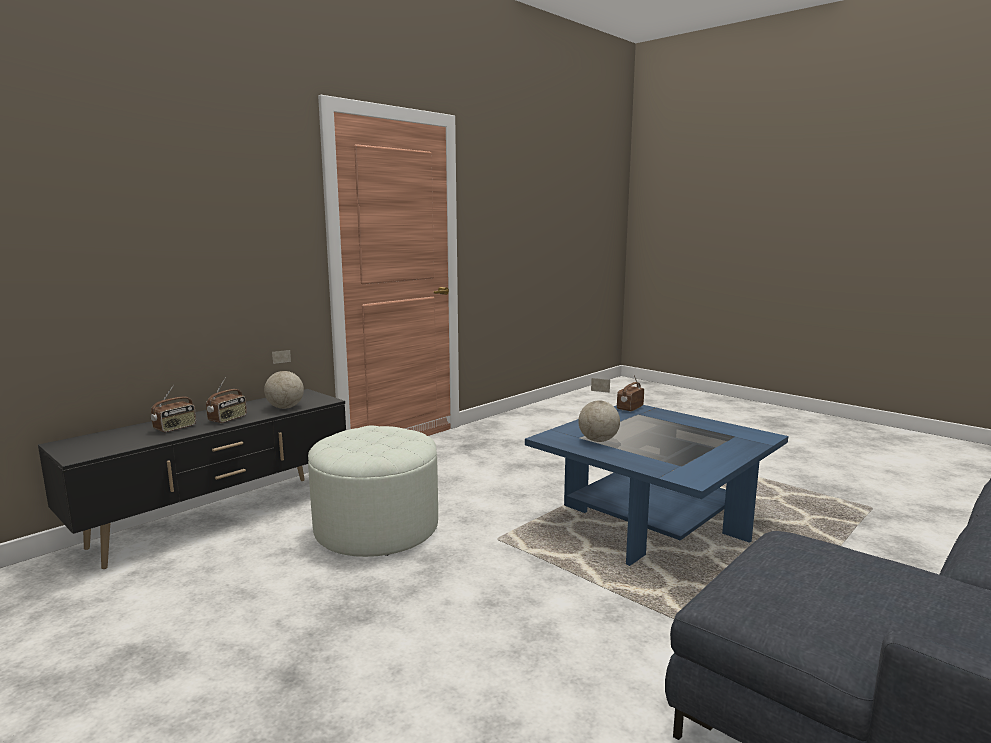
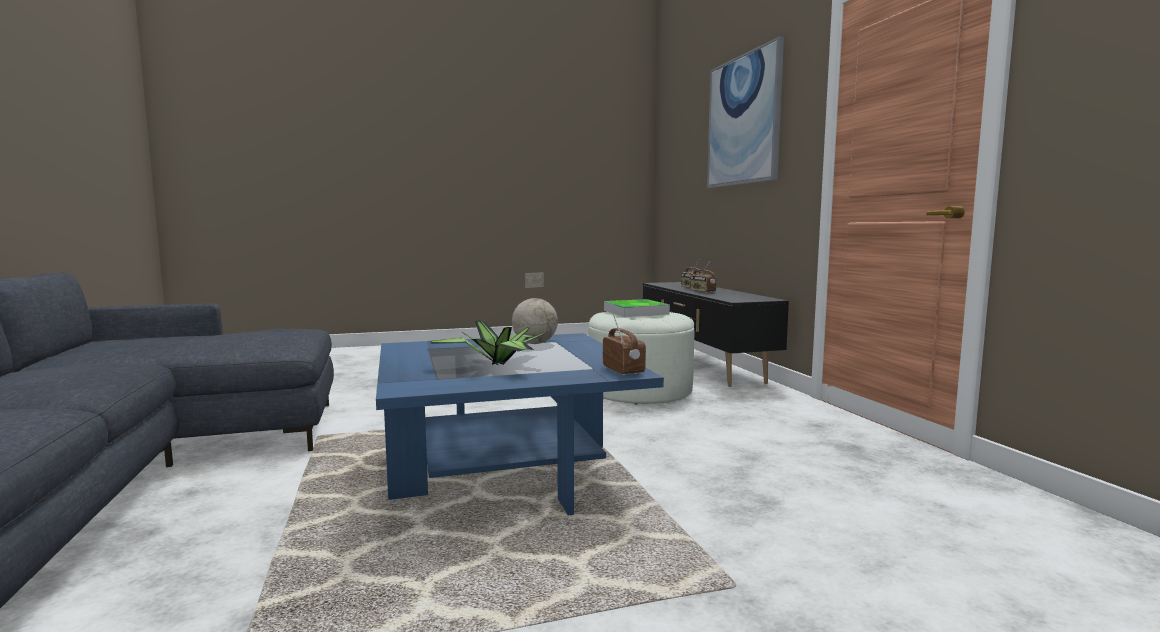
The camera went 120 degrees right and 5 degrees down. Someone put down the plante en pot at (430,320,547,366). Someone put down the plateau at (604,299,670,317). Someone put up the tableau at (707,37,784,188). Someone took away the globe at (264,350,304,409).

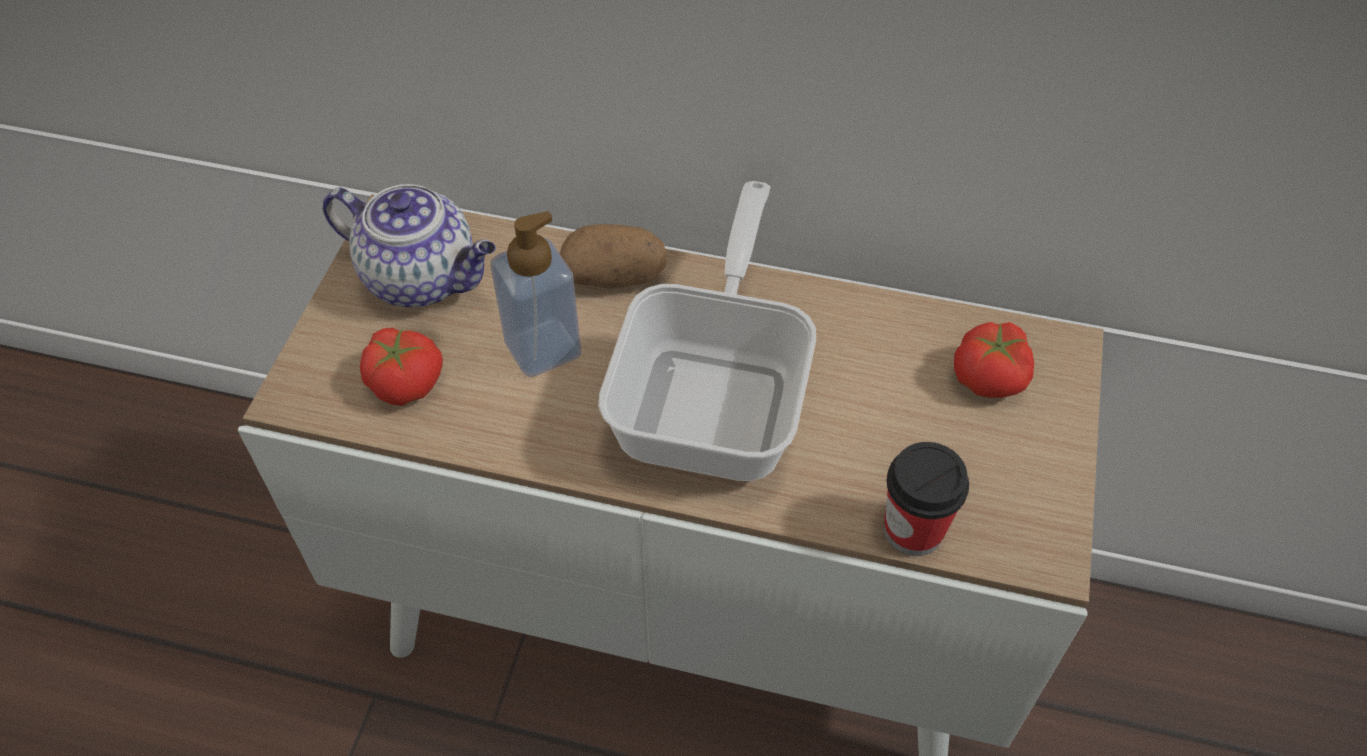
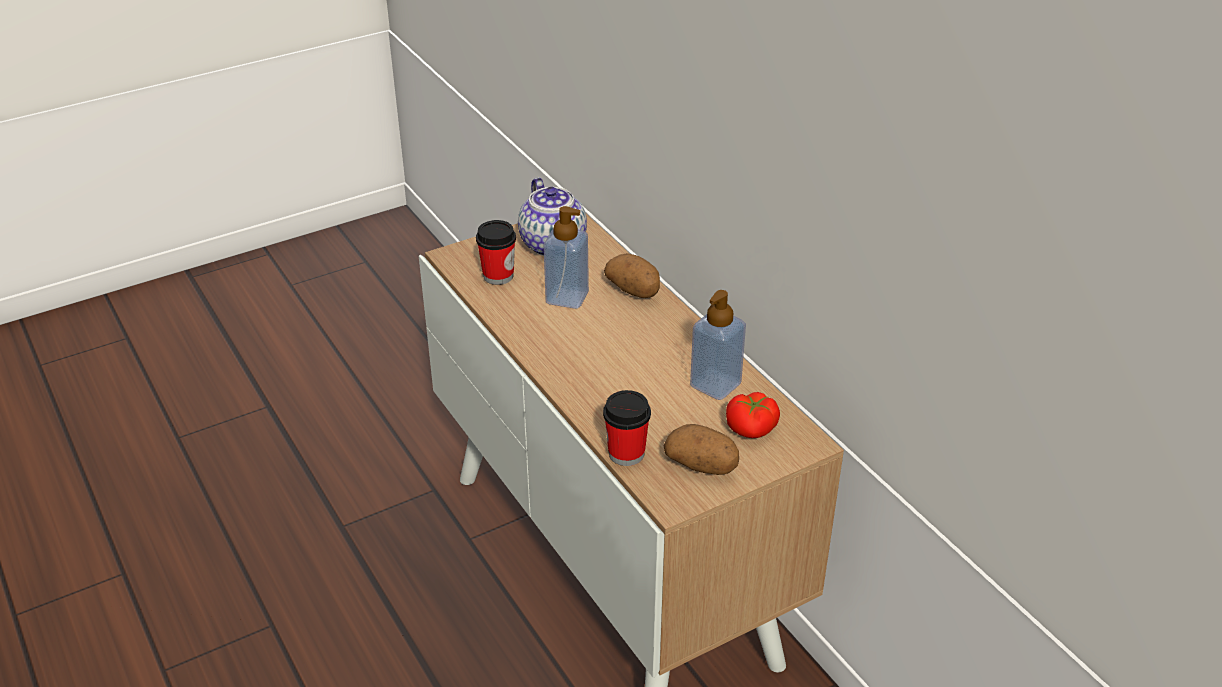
The camera went 45 degrees right and 15 degrees down. Someone swapped the tomate at (360,327,443,406) for the tasse at (476,220,516,285). Someone put down the pomme de terre at (664,424,739,475). Someone put down the distributeur de savon at (690,290,746,400). Someone took away the poêle at (598,181,816,481).

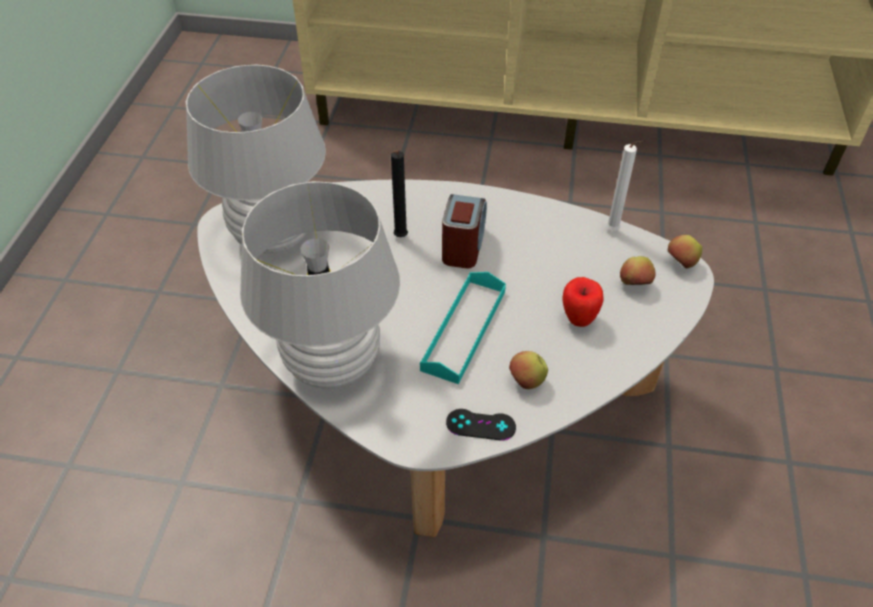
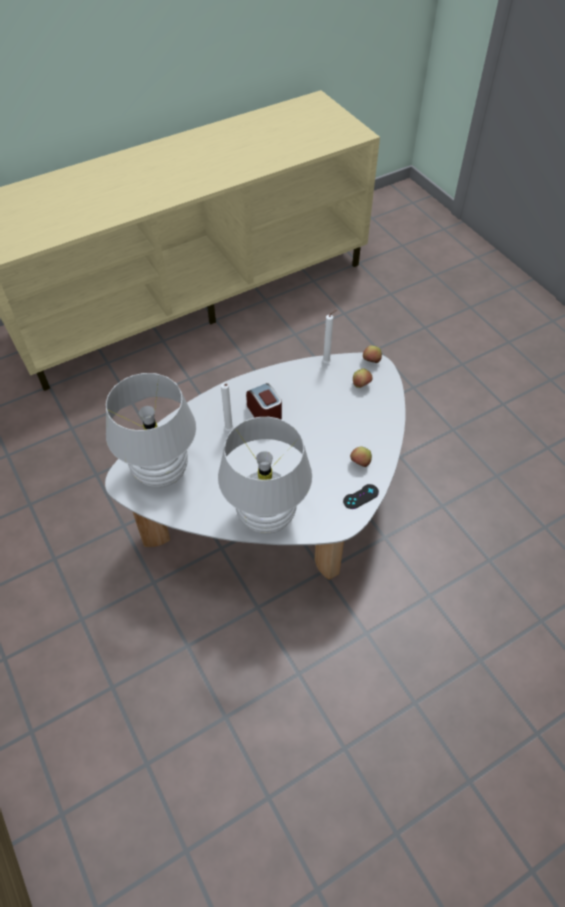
The camera went 40 degrees left and 5 degrees up. Someone repainted the bougie [noir] at (391,151,408,237), which became the bougie [blanc] at (221,383,233,431). Someone took away the plateau [turquoise] at (420,272,506,384). Someone took away the pomme at (562,277,604,327).

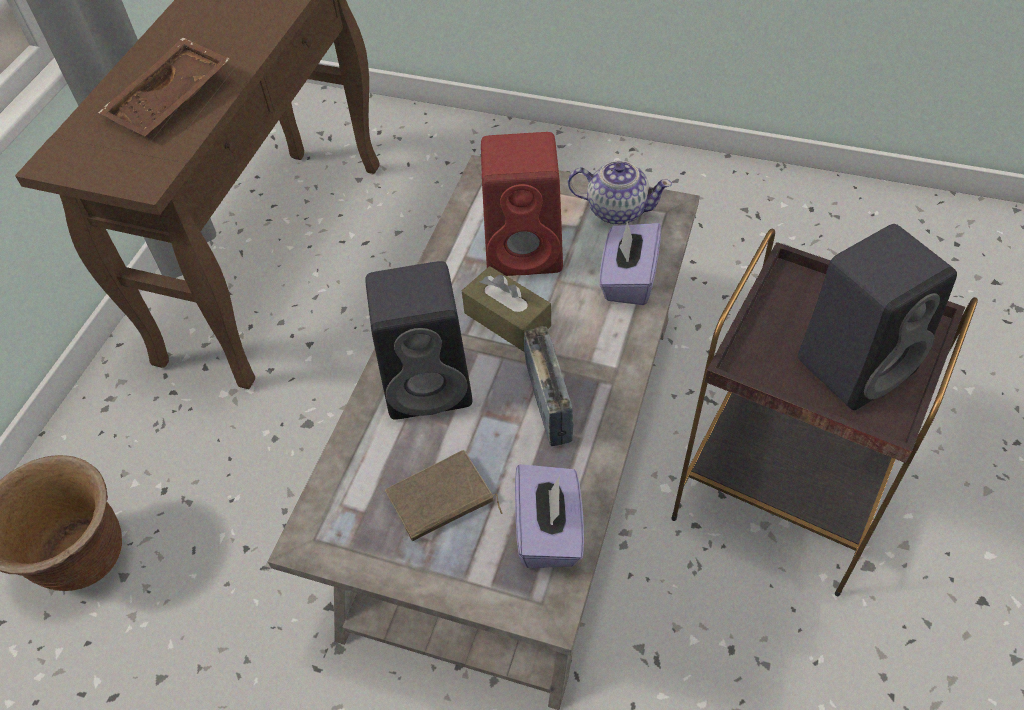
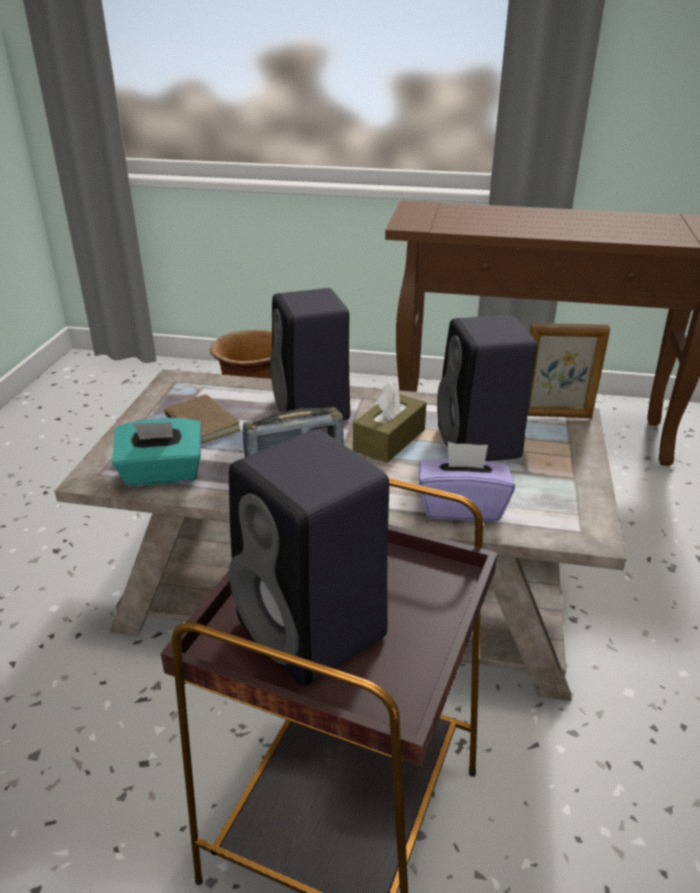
The camera went 80 degrees right and 20 degrees down. Someone repainted the boîte à mouchoirs [violet] at (515,464,584,568), which became the boîte à mouchoirs [turquoise] at (112,418,202,486). Someone repainted the enceinte [rouge] at (481,132,563,276), which became the enceinte [noir] at (437,315,537,461). Someone put down the cadre photo at (527,322,610,418). Someone took away the plateau [marron] at (98,37,230,136). Someone took away the théière at (568,161,672,225).

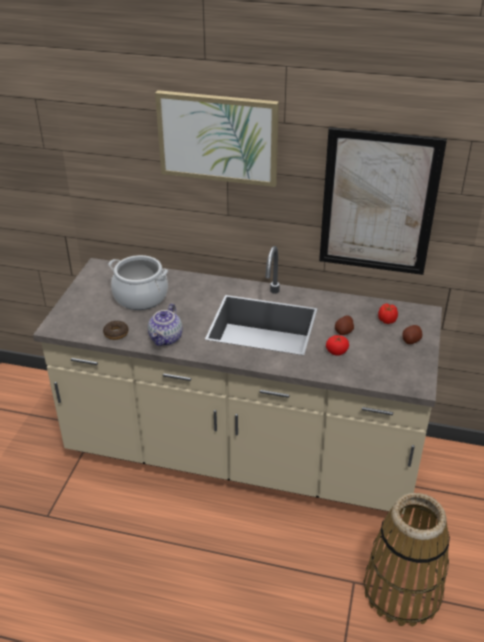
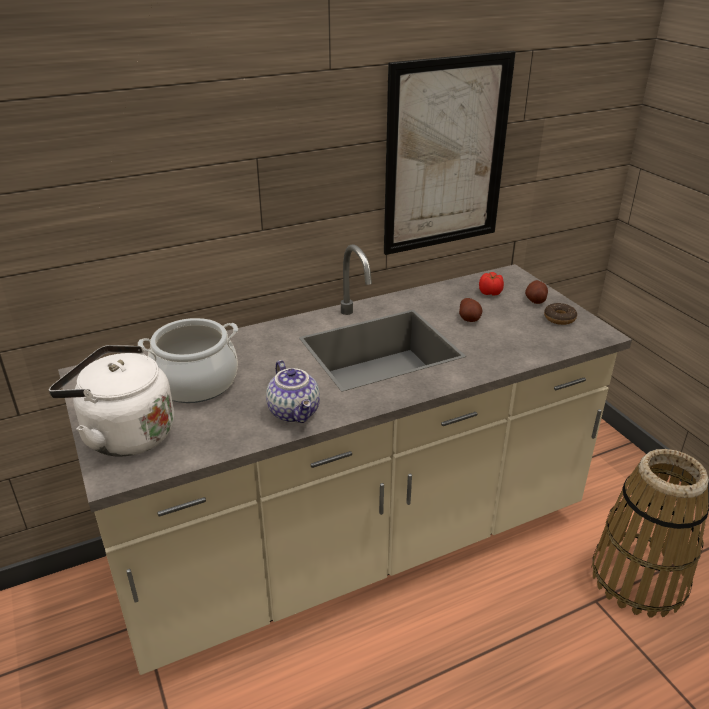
The camera went 40 degrees left and 5 degrees down. Someone put down the bouilloire [blanc] at (49,345,174,457). Someone carried the beignet from (103,321,129,340) to (544,303,577,325). Someone took away the tableau at (155,90,279,187). Someone took away the tomate at (326,335,349,356).

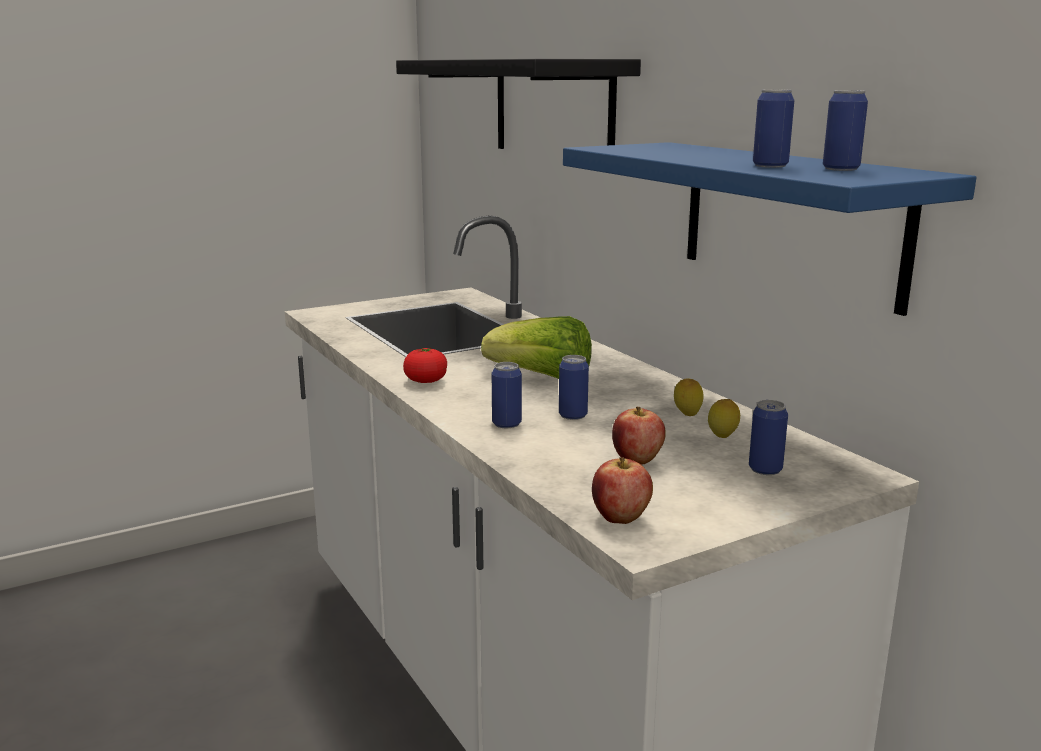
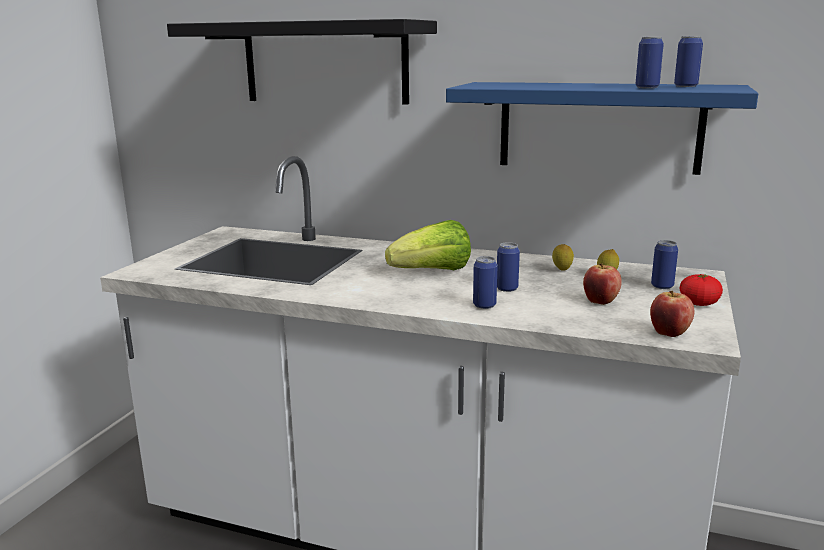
The camera went 40 degrees left and 0 degrees up. Someone carried the tomate from (403,348,447,383) to (680,274,723,306).

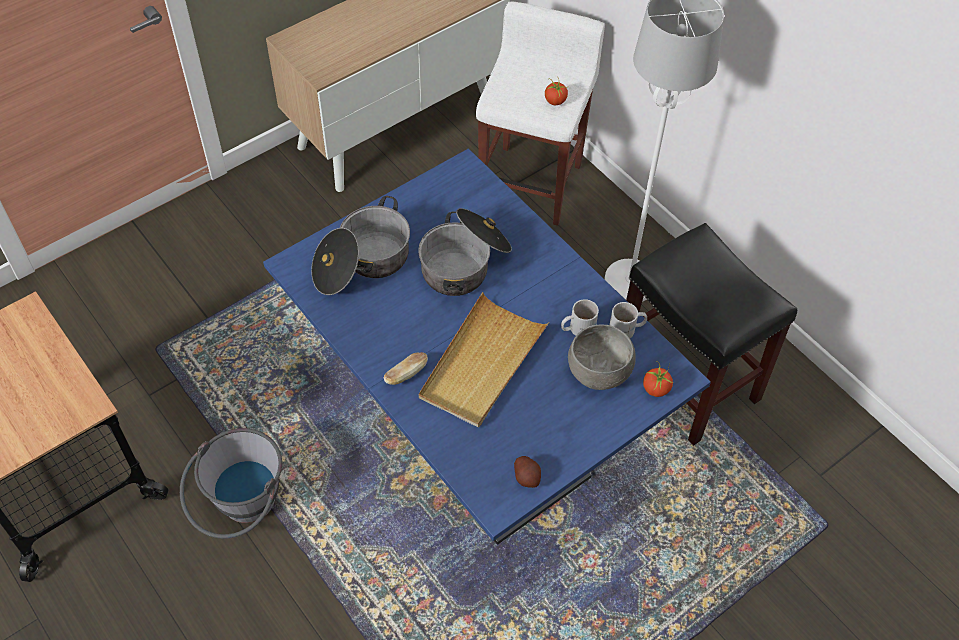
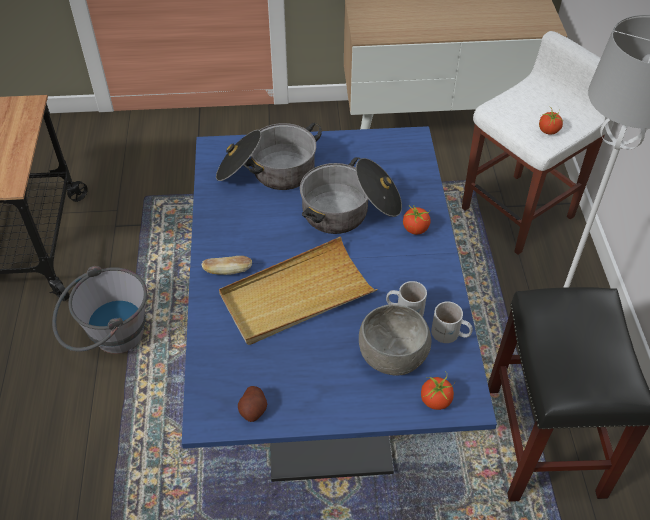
The camera went 35 degrees right and 5 degrees down. Someone put down the tomate at (403,206,431,235).

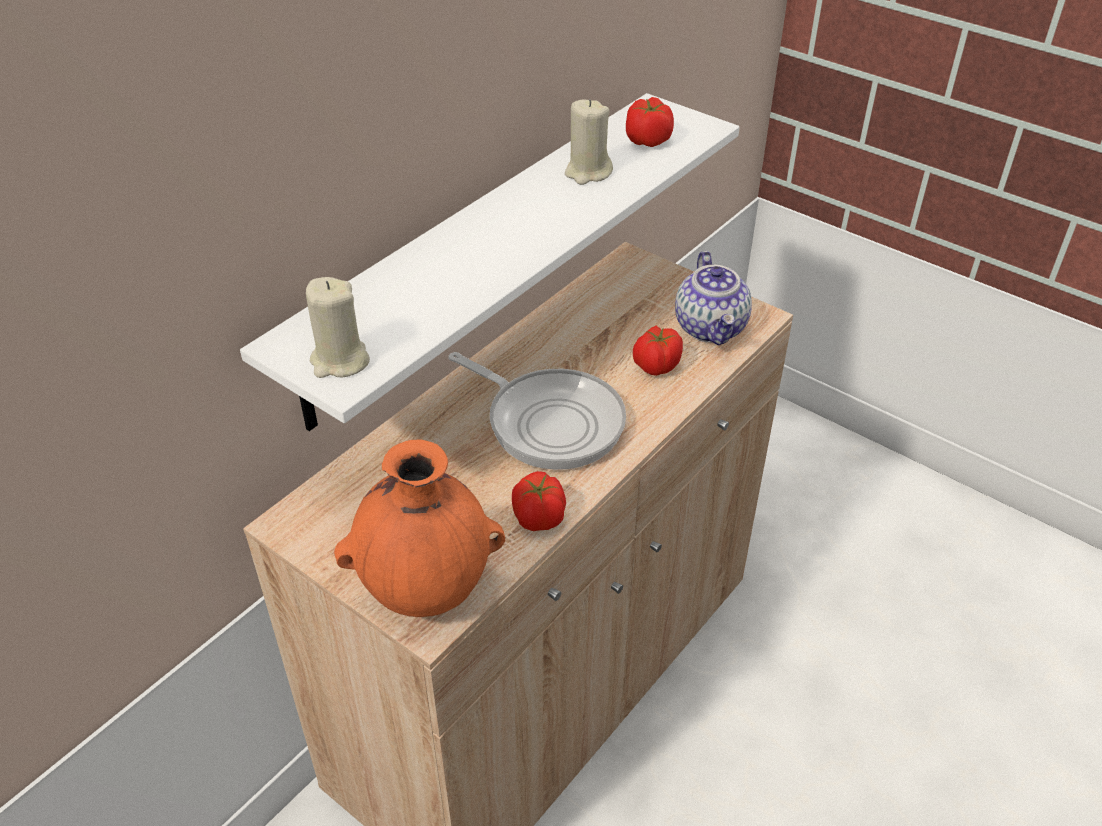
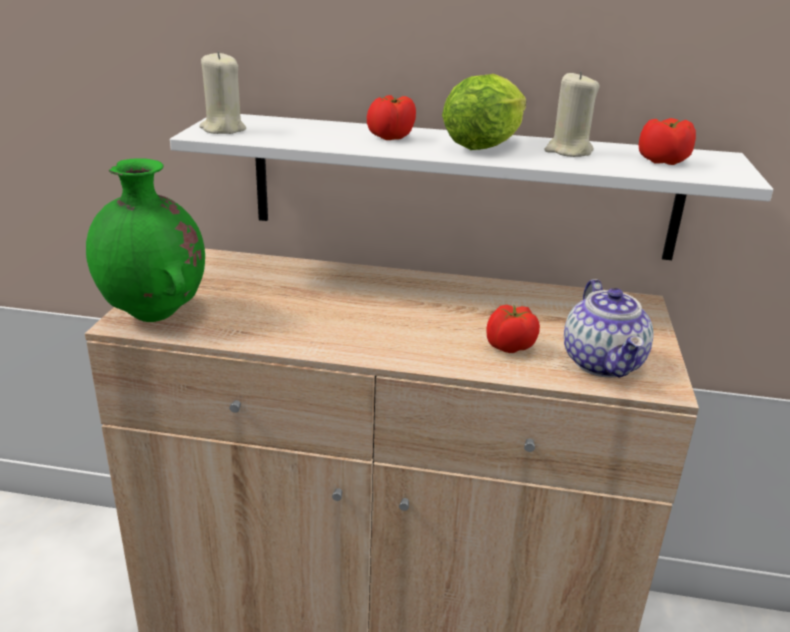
The camera went 60 degrees right and 15 degrees down. Someone repainted the vase [orange] at (334,440,505,617), which became the vase [vert] at (86,158,205,322). Someone carried the tomate from (512,471,566,531) to (367,95,416,140). Someone put down the laitue at (442,74,526,150). Someone rotated the théière at (675,251,752,345) by 60 degrees counterclockwise. Someone took away the poêle at (448,352,626,470).

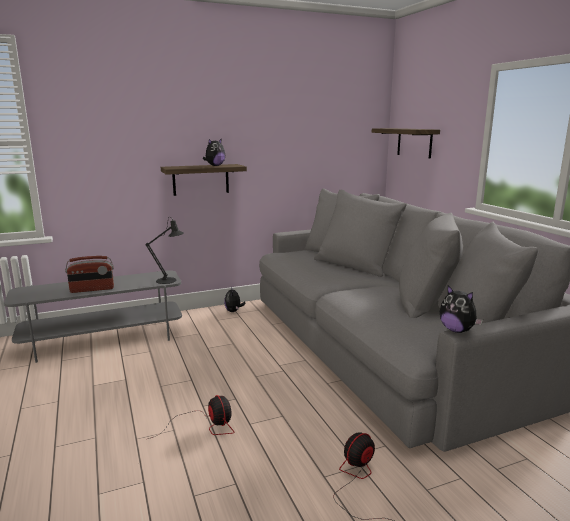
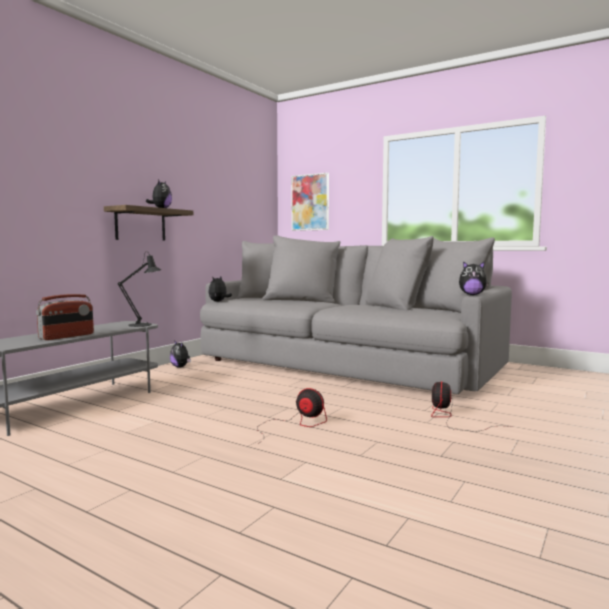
The camera went 35 degrees left and 10 degrees down. Someone put down the peluche at (209,277,232,302). Someone swapped the étagère at (372,128,440,159) for the tableau at (291,173,329,231).

